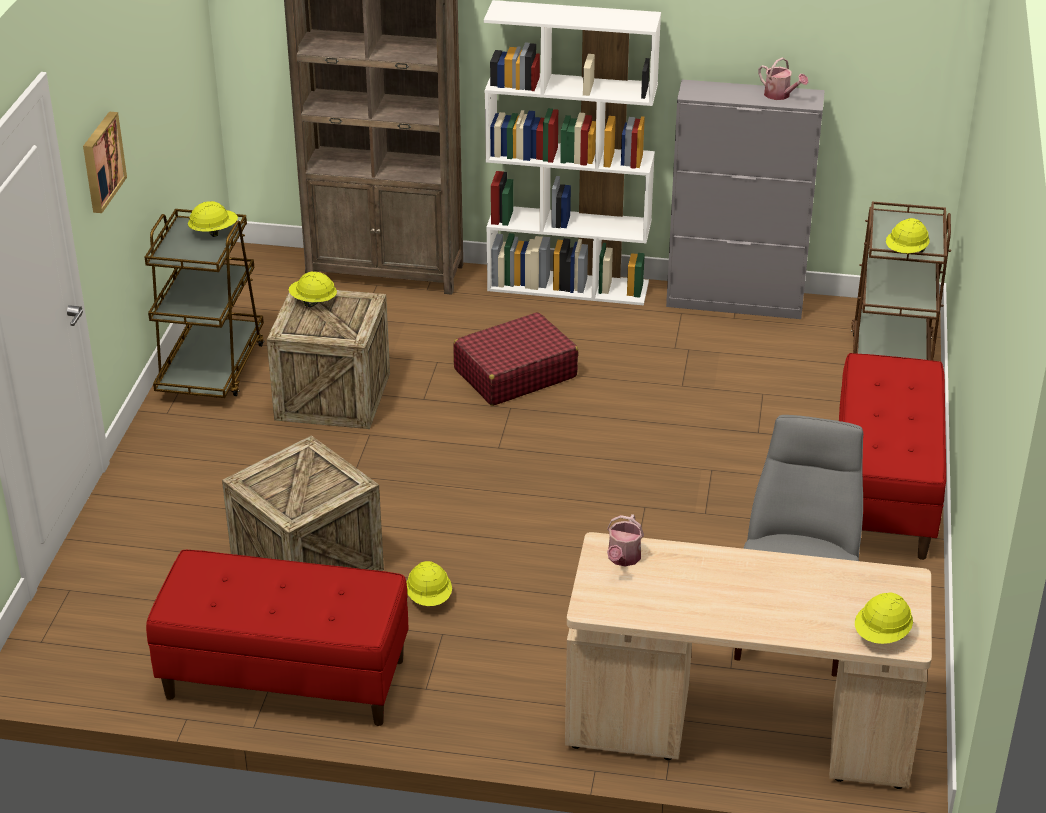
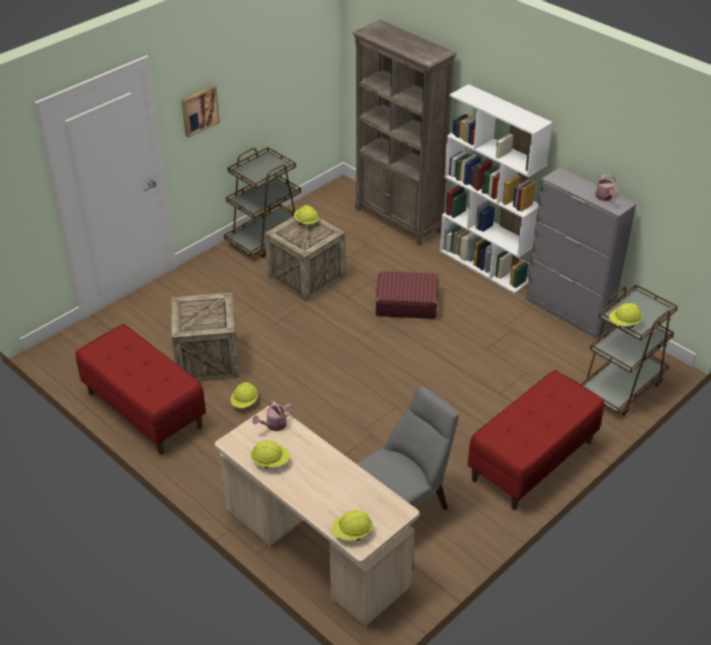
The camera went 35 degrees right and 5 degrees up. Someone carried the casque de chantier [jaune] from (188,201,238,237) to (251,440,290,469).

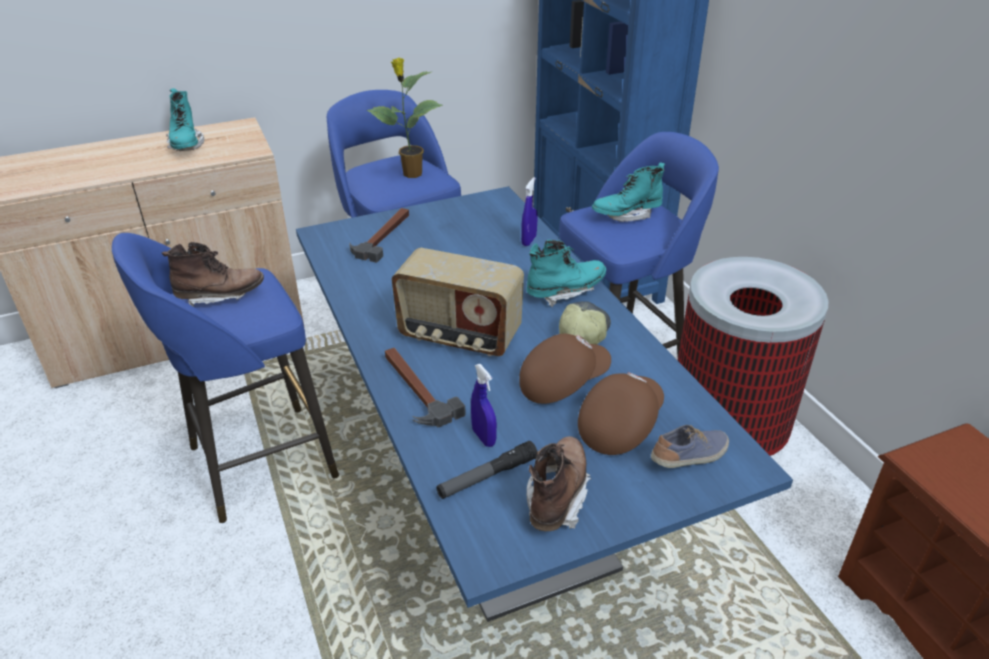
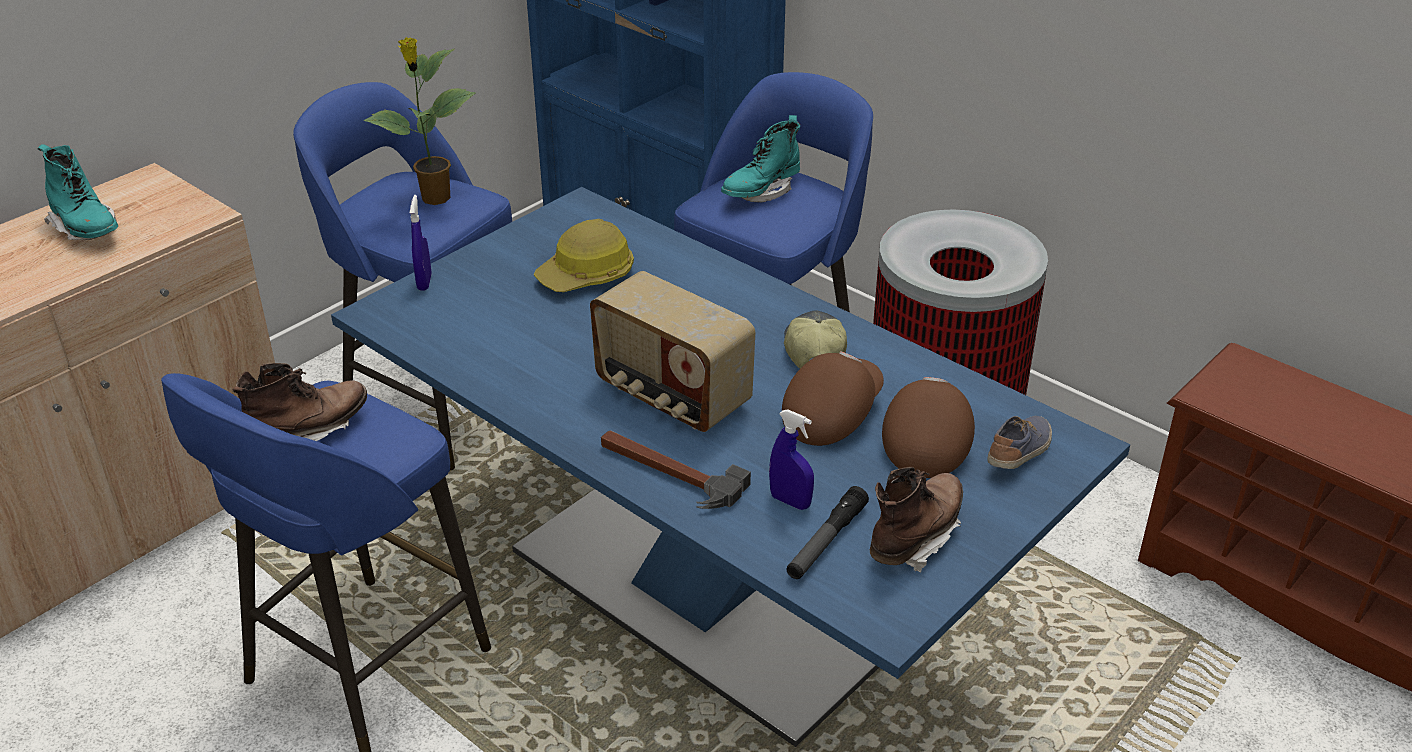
The camera went 25 degrees left and 0 degrees up. Someone carried the vaporisateur [bleu] from (521,177,537,246) to (410,195,432,291). Someone put down the casque de chantier at (534,219,634,292). Someone rotated the radio at (391,248,524,356) by 45 degrees clockwise. Someone rotated the botte [marron] at (526,436,591,531) by 45 degrees clockwise. Someone took away the marteau at (349,208,409,263). Someone took away the botte [turquoise] at (526,240,606,307).

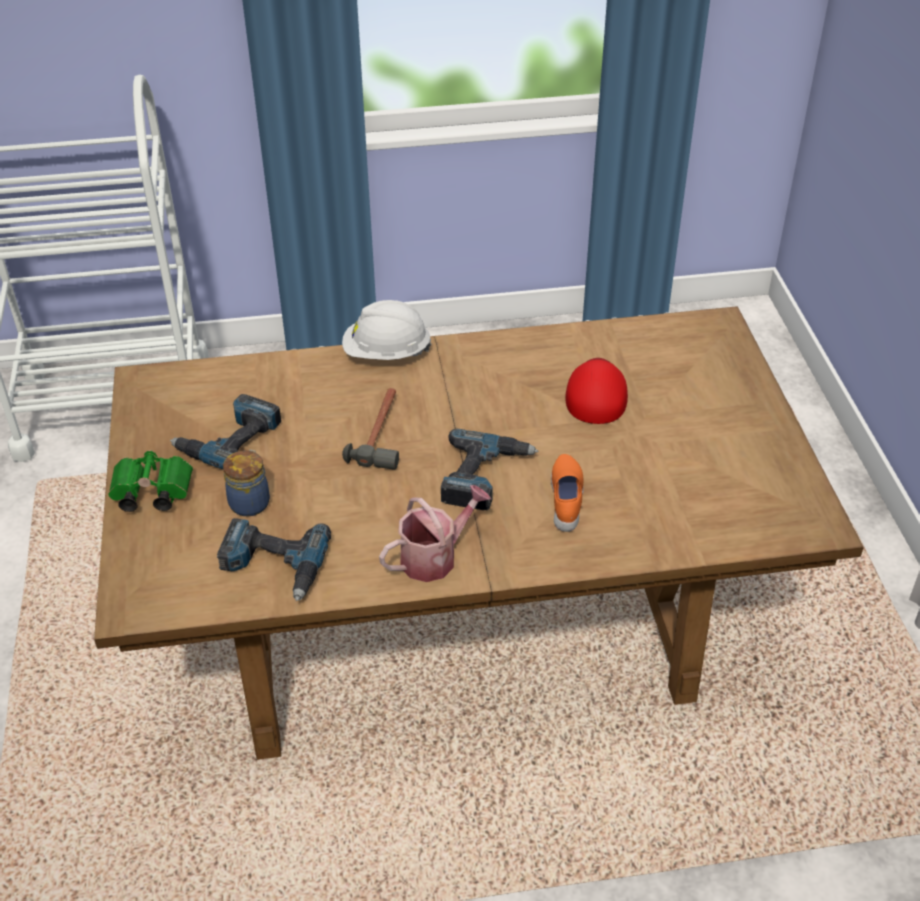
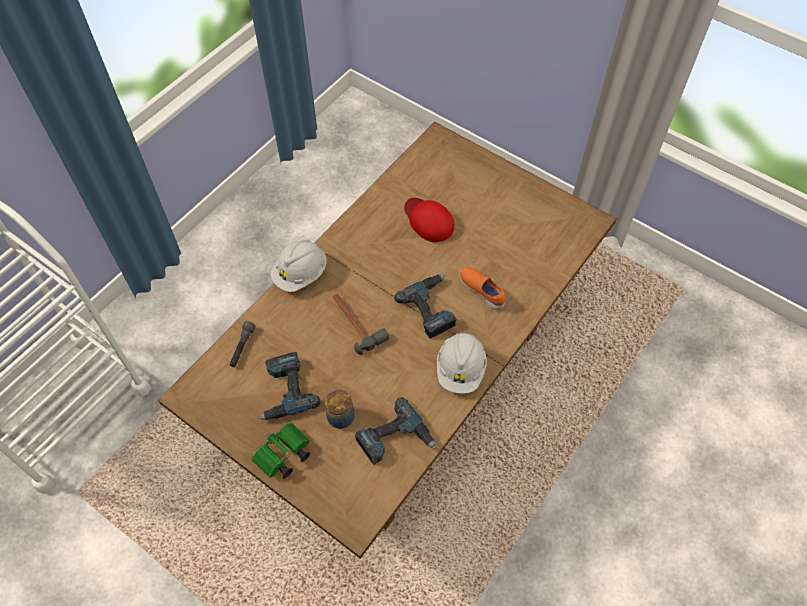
The camera went 45 degrees left and 15 degrees up. Someone put down the lampe de poche [gris] at (229,321,255,367). Someone swapped the arrosoir at (379,485,491,582) for the casque de chantier [blanc] at (437,333,487,394).

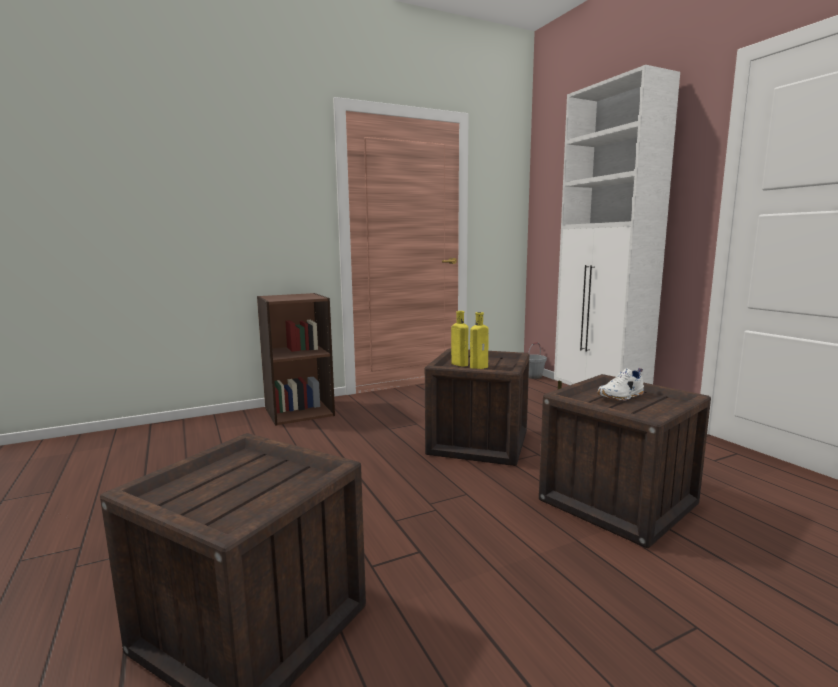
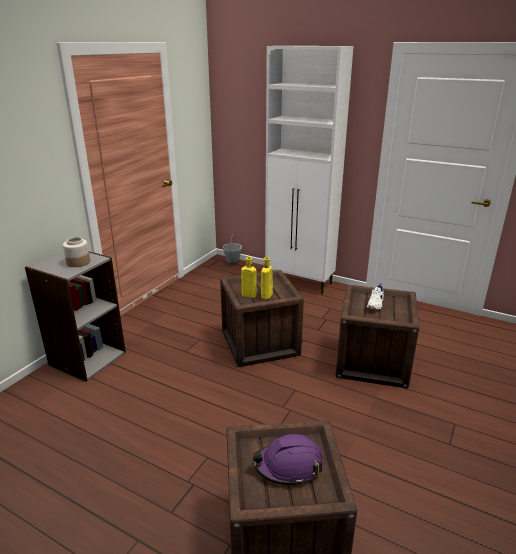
The camera went 35 degrees left and 15 degrees up. Someone repainted the bibliothèque [marron] at (257,293,335,426), which became the bibliothèque [gris] at (25,251,126,382). Someone put down the bocal at (63,237,90,267). Someone put down the casque de chantier [violet] at (252,434,323,486).

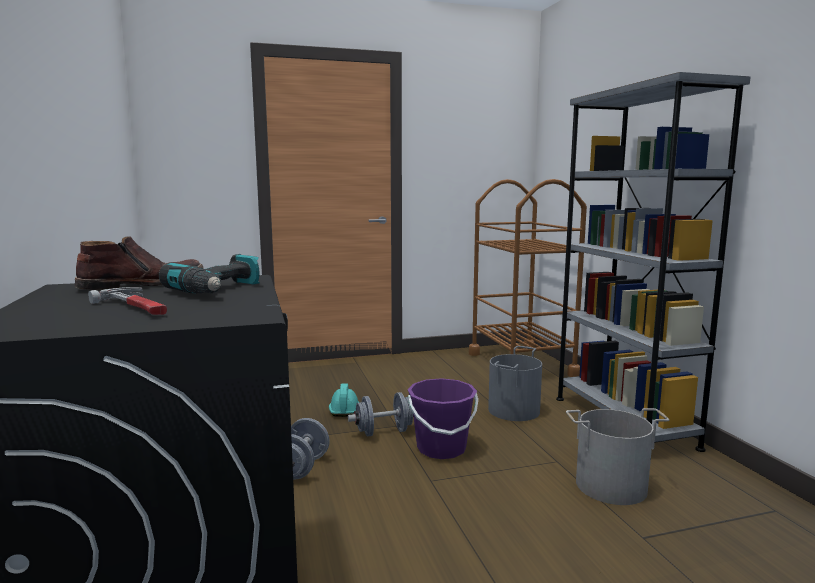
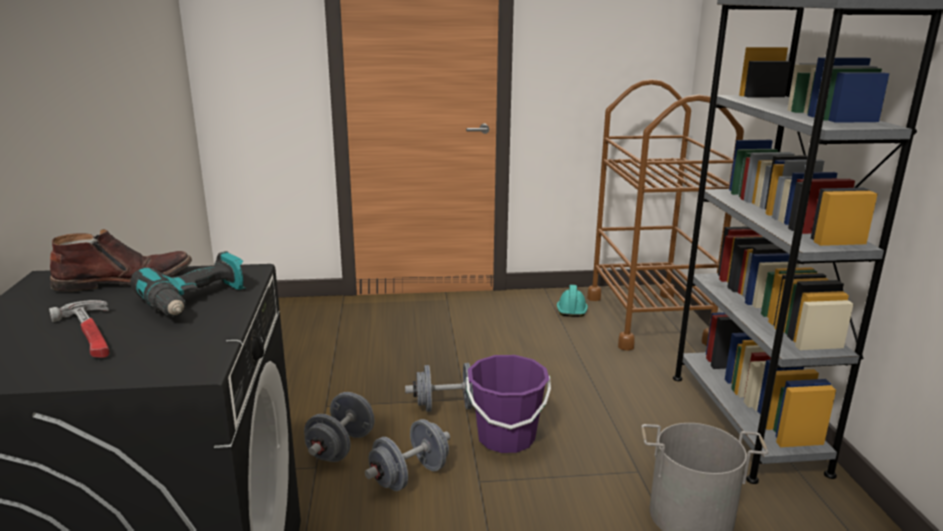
The camera went 10 degrees right and 10 degrees up. Someone put down the haltère [gris] at (365,419,450,491). Someone carried the casque de chantier [turquoise] from (329,383,359,417) to (557,285,588,317). Someone took away the seau [gris] at (488,346,542,421).

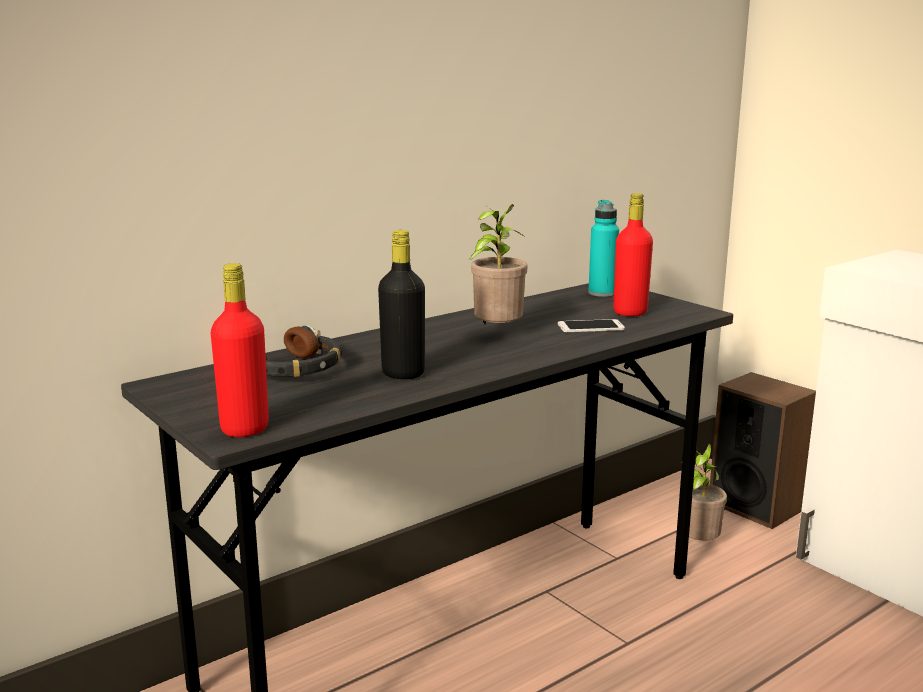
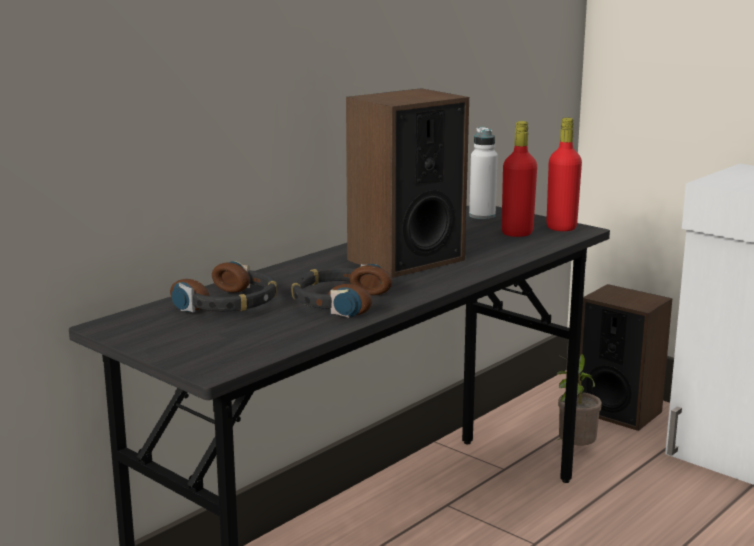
The camera went 10 degrees left and 0 degrees up. Someone swapped the bouteille [noir] at (378,230,425,379) for the casque audio at (291,264,393,318). Someone swapped the plante en pot at (470,204,527,324) for the enceinte at (346,88,469,278). Someone repainted the bouteille [turquoise] at (588,200,619,297), which became the bouteille [blanc] at (469,127,498,219). Someone carried the bouteille [rouge] from (211,263,269,437) to (547,118,582,231). Someone took away the téléphone at (558,319,625,332).

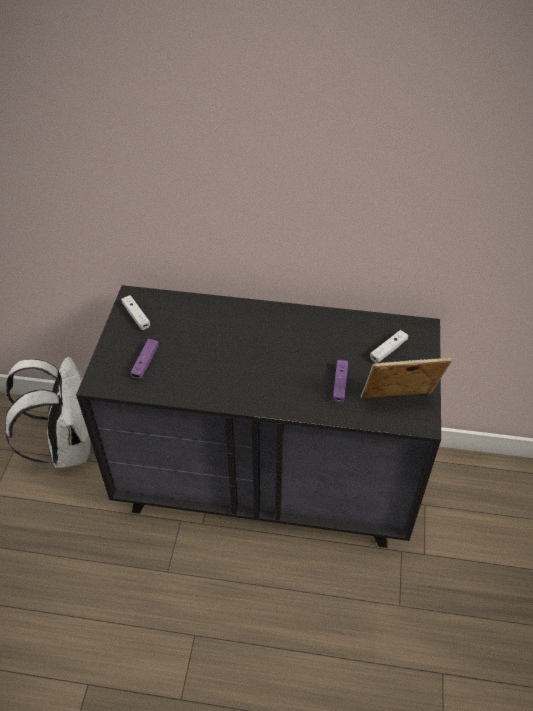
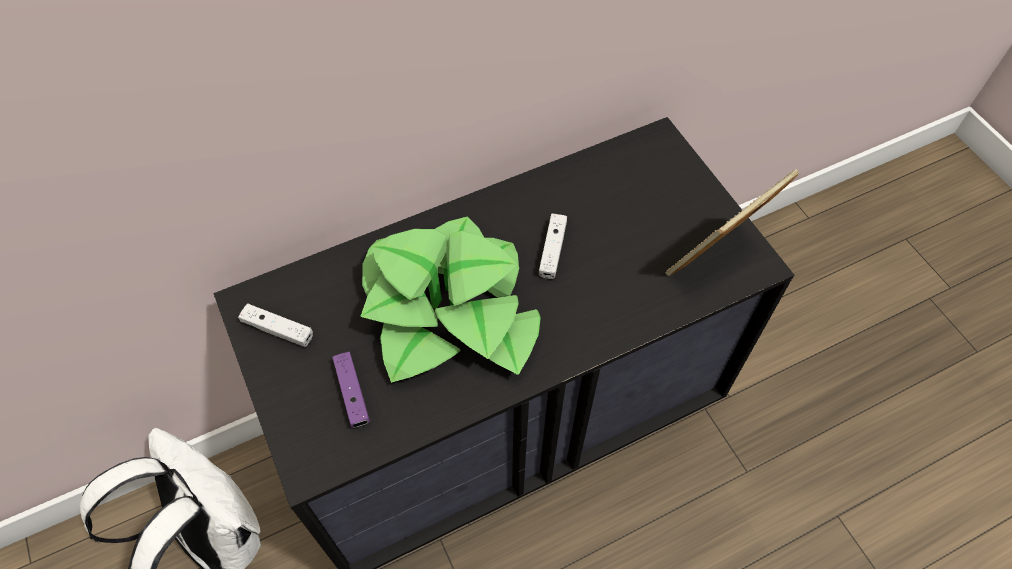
The camera went 35 degrees left and 10 degrees up. Someone put down the plante en pot at (360,216,541,383). Someone carried the manette [blanc] from (370,330,409,363) to (539,214,567,279). Someone took away the manette [violet] at (333,360,348,403).

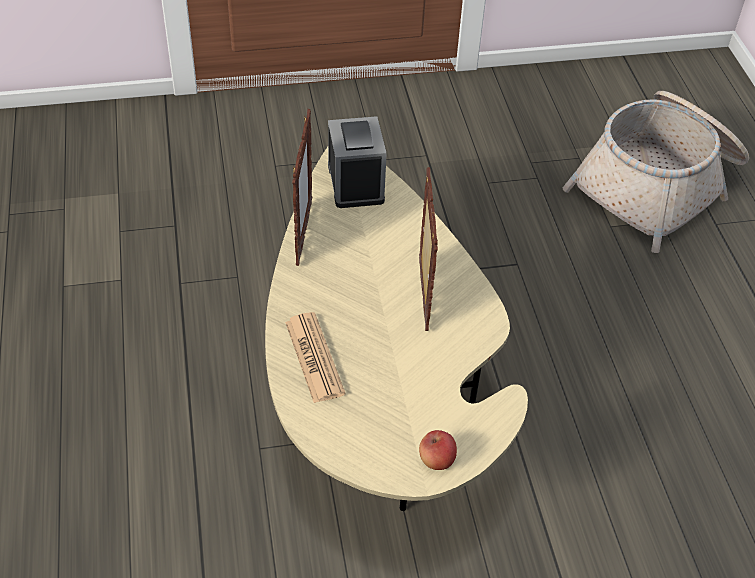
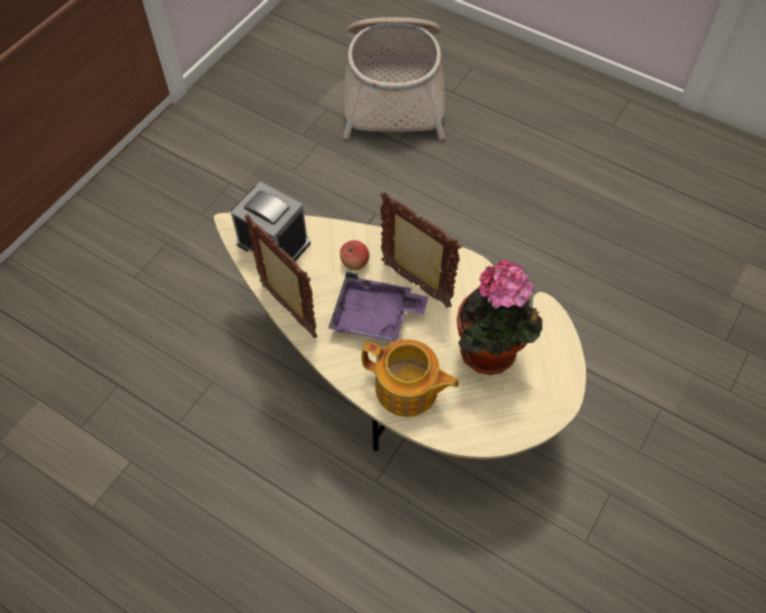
The camera went 45 degrees left and 10 degrees up. Someone put down the plateau [violet] at (328,272,428,342). Someone carried the pomme from (419,430,457,470) to (340,240,369,270). Someone swapped the journal at (285,312,346,403) for the théière at (361,339,459,417). Someone put down the plante en pot at (457,260,542,375).

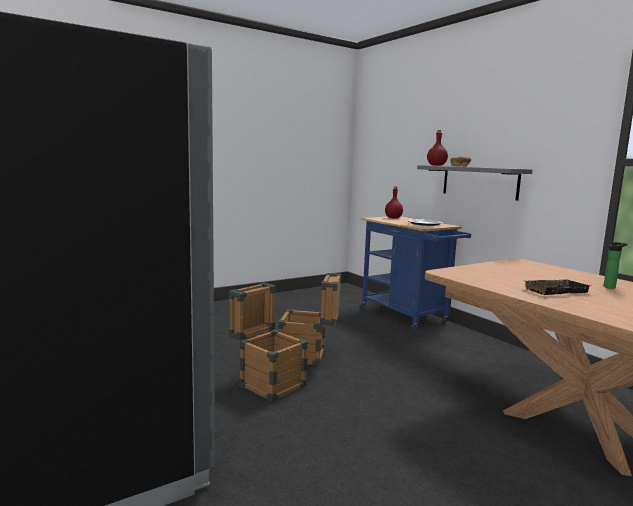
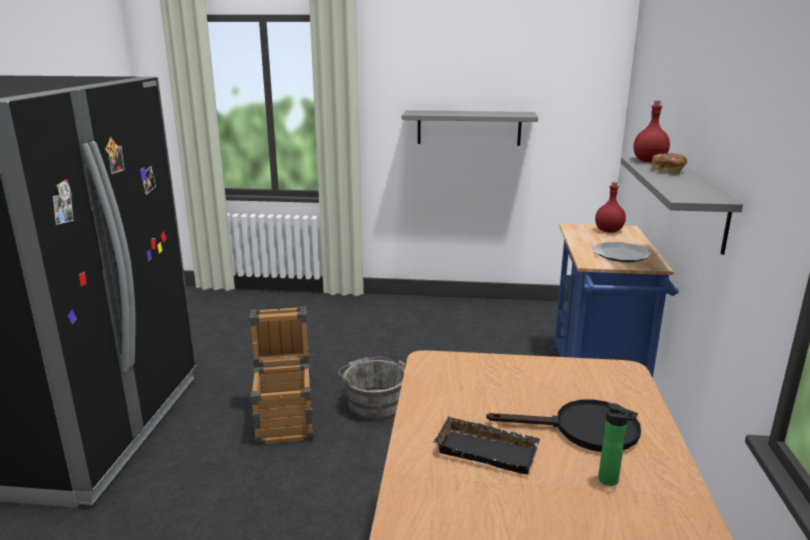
The camera went 40 degrees right and 10 degrees up. Someone swapped the caisse at (278,273,342,366) for the seau [gris] at (338,357,405,421). Someone put up the étagère [gris] at (402,110,538,146). Someone put down the poêle [noir] at (486,399,641,452).

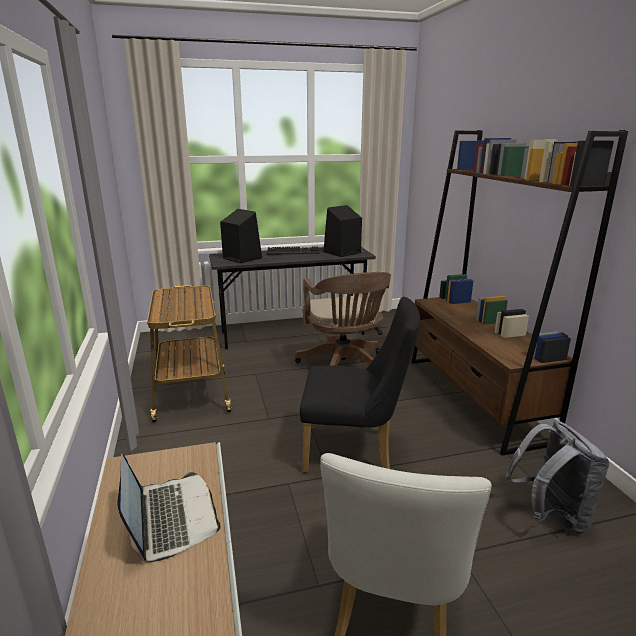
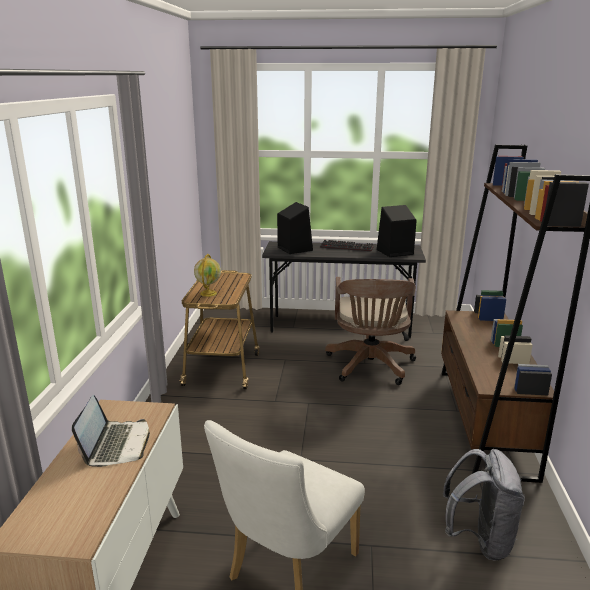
The camera went 20 degrees right and 0 degrees up. Someone put down the globe at (194,254,221,297). Someone took away the chaise [noir] at (300,297,420,473).

